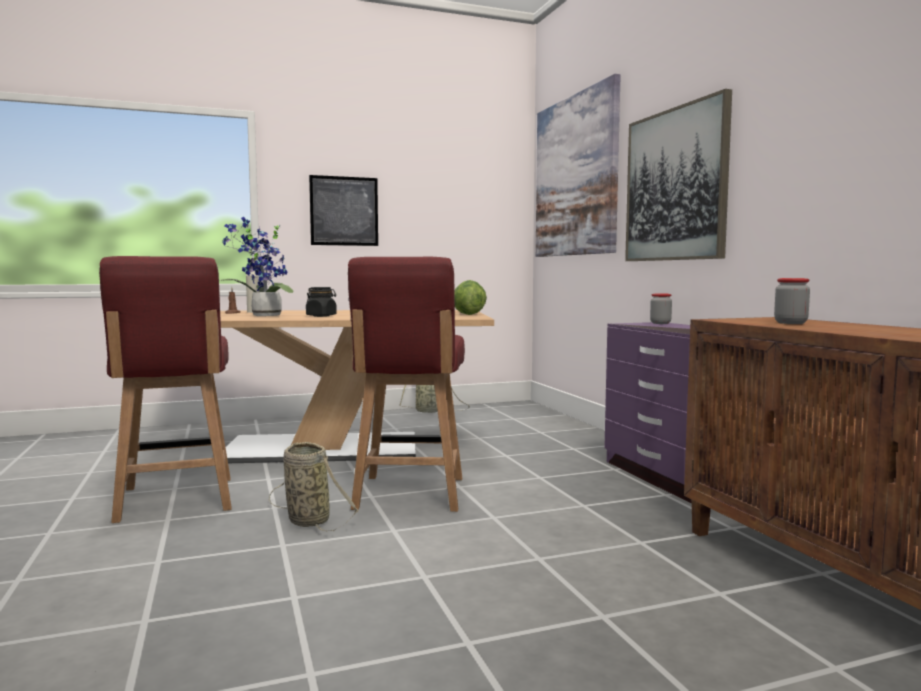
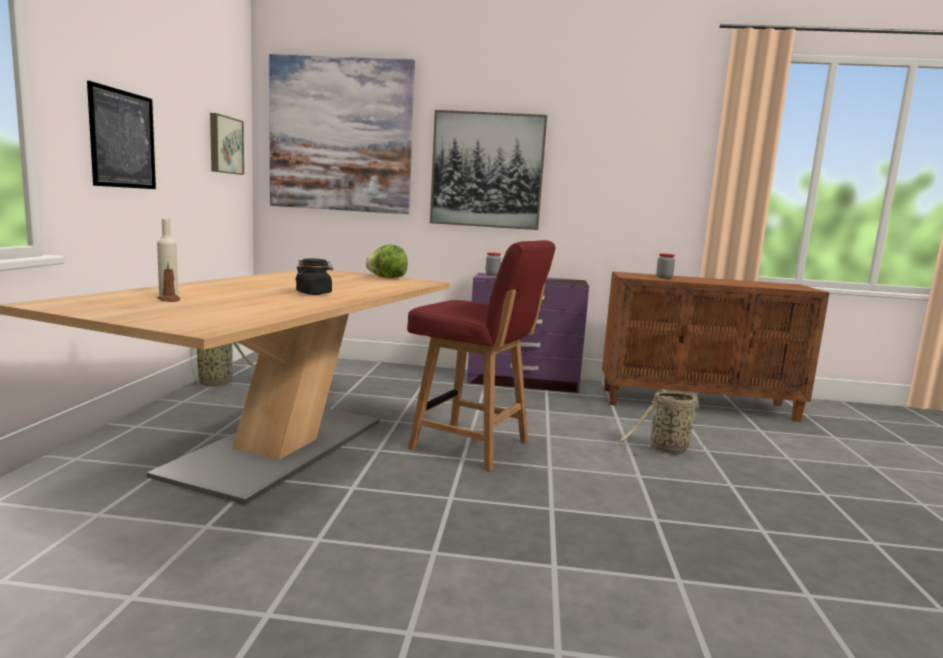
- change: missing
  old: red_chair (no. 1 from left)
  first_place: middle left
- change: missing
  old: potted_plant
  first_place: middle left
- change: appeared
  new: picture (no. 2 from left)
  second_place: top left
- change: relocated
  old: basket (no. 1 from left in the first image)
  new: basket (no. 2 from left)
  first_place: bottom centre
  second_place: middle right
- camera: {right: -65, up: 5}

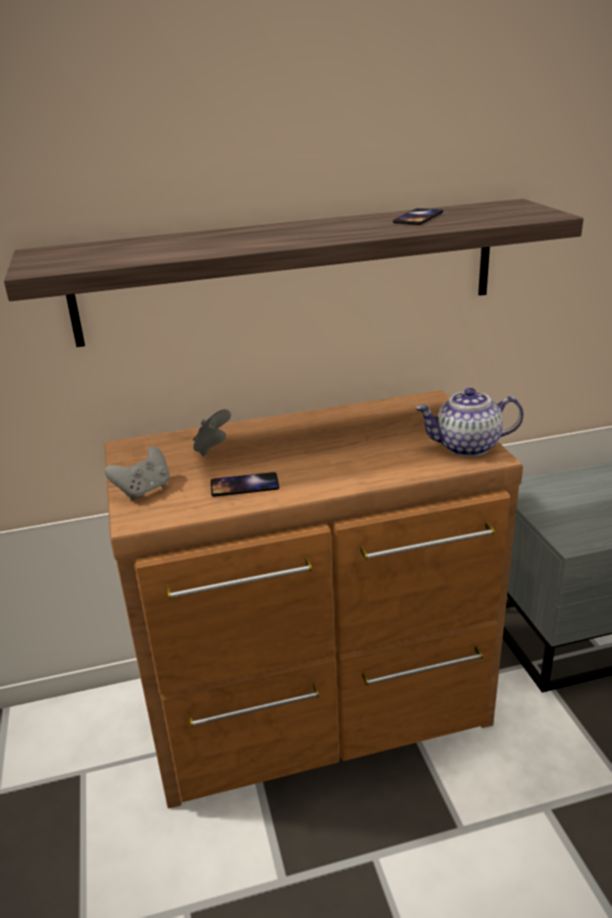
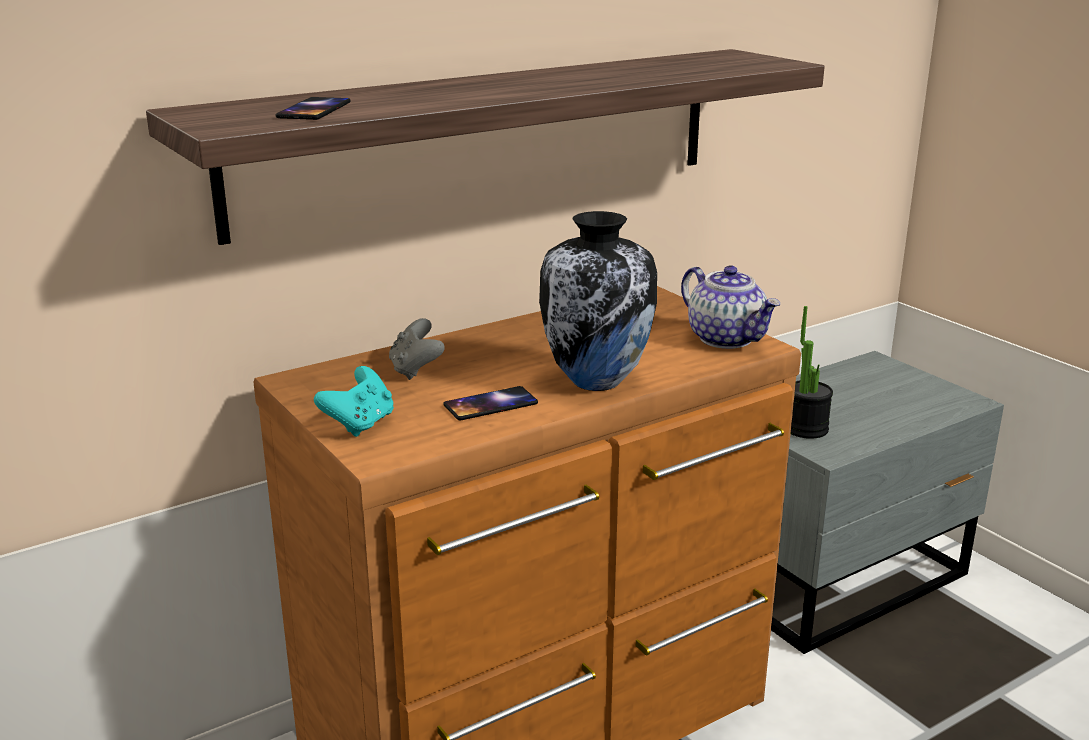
- change: appeared
  new: vase
  second_place: centre
- change: appeared
  new: potted_plant
  second_place: middle right
- change: relocated
  old: phone (no. 2 from left in the first image)
  new: phone (no. 1 from left)
  first_place: top right
  second_place: top left
- change: colour
  old: grey_game_controller (no. 1 from left)
  new: turquoise_game_controller
  first_place: middle left
  second_place: middle left
- change: spun
  old: teapot
  first_place: middle right
  second_place: middle right
  degrees: -105
- camera: {right: -20, up: -5}

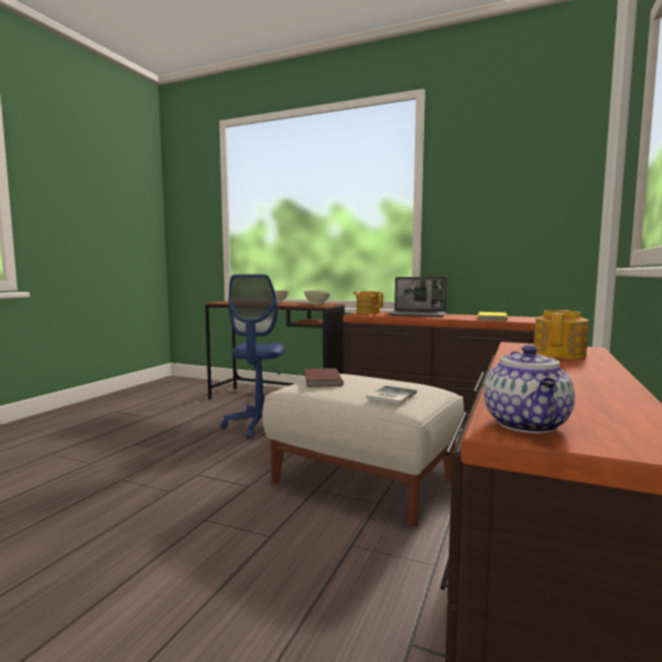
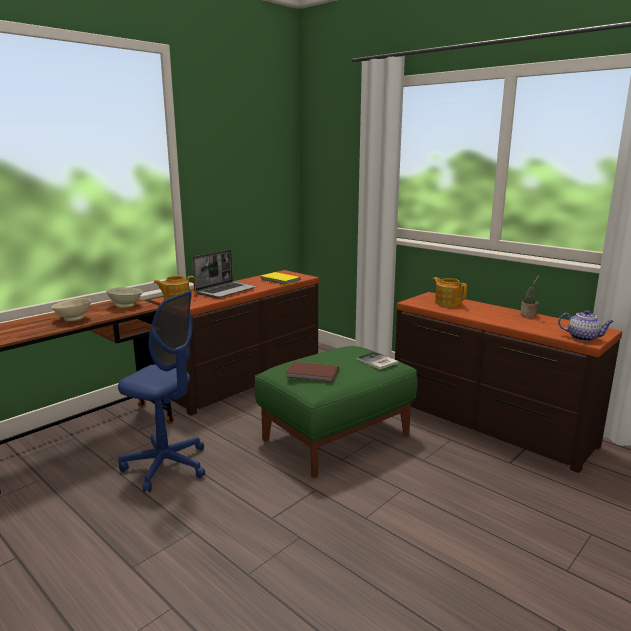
- change: appeared
  new: potted_plant
  second_place: middle right
- change: colour
  old: beige_ottoman
  new: green_ottoman
  first_place: bottom centre
  second_place: centre
- camera: {right: -70, up: 10}

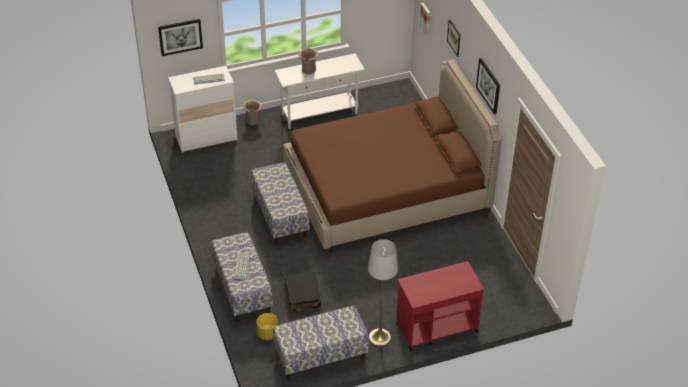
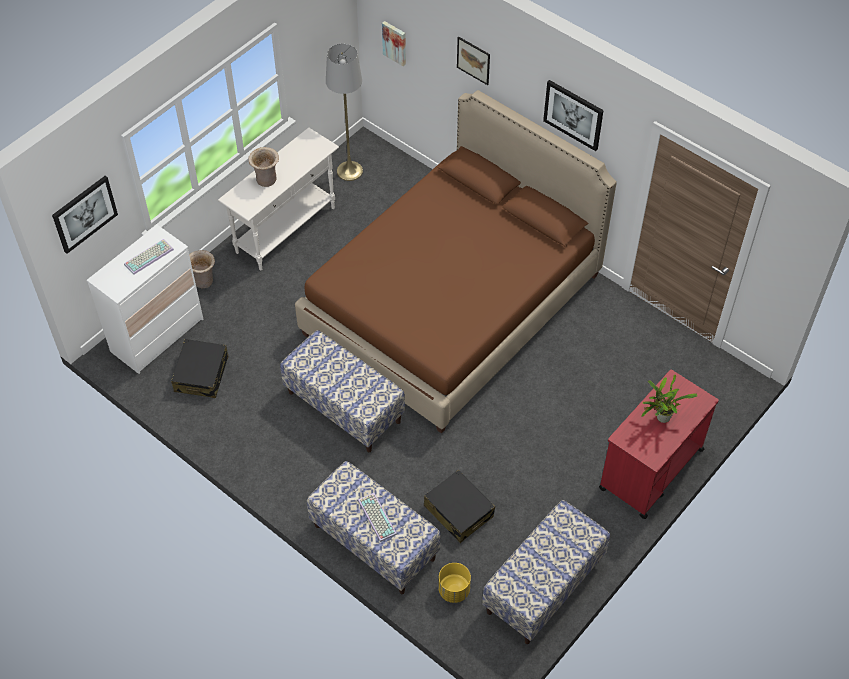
- change: appeared
  new: black_suitcase (no. 1 from left)
  second_place: middle left
- change: appeared
  new: potted_plant
  second_place: middle right
- change: relocated
  old: grey_floor_lamp
  first_place: bottom centre
  second_place: top centre
- camera: {right: -30, up: 10}

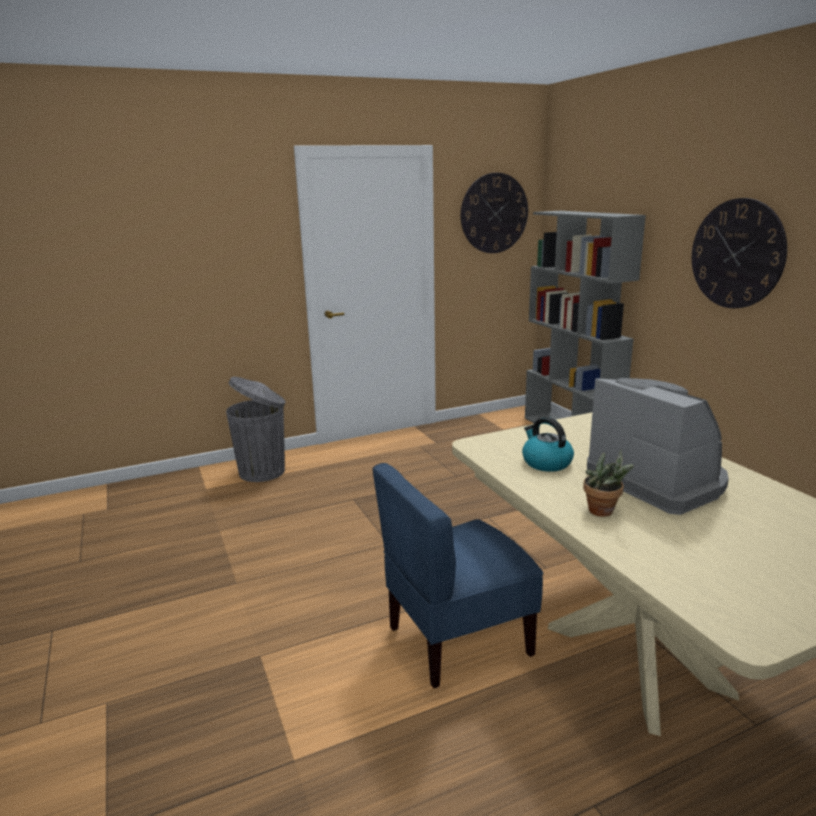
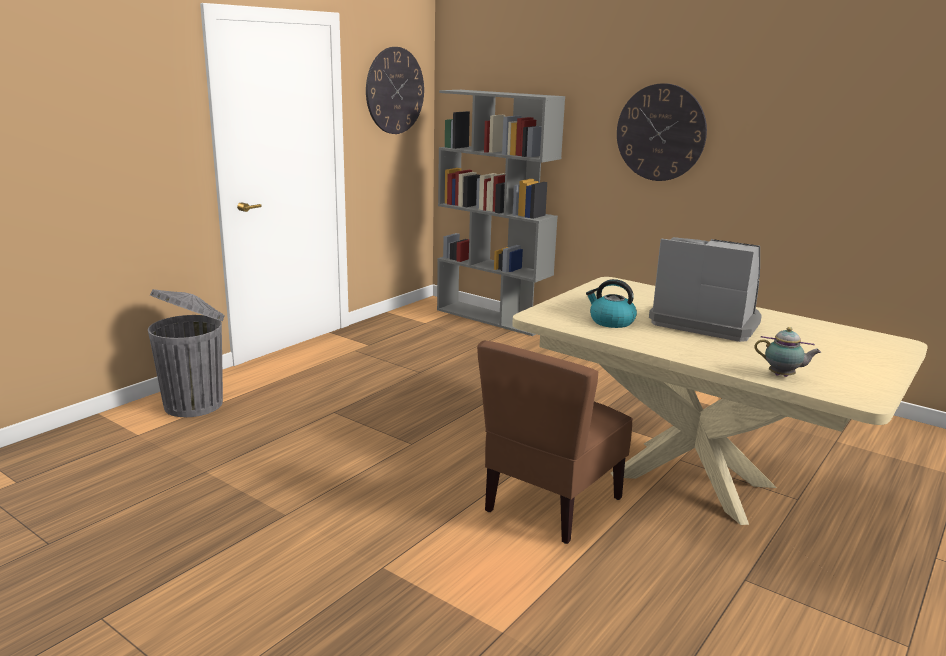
- change: missing
  old: potted_plant
  first_place: middle right
- change: appeared
  new: teapot
  second_place: middle right
- change: colour
  old: blue_chair
  new: brown_chair
  first_place: bottom centre
  second_place: bottom centre
- camera: {right: -30, up: 0}

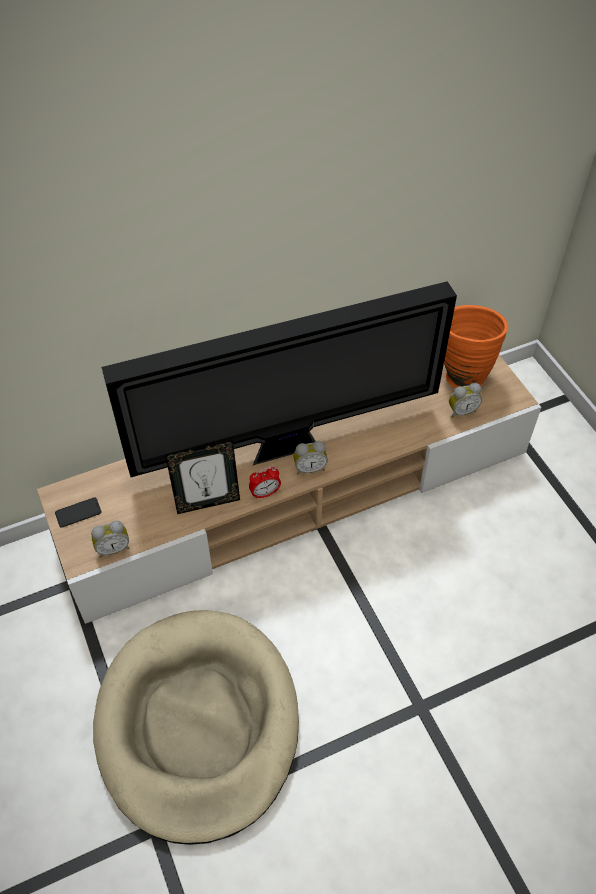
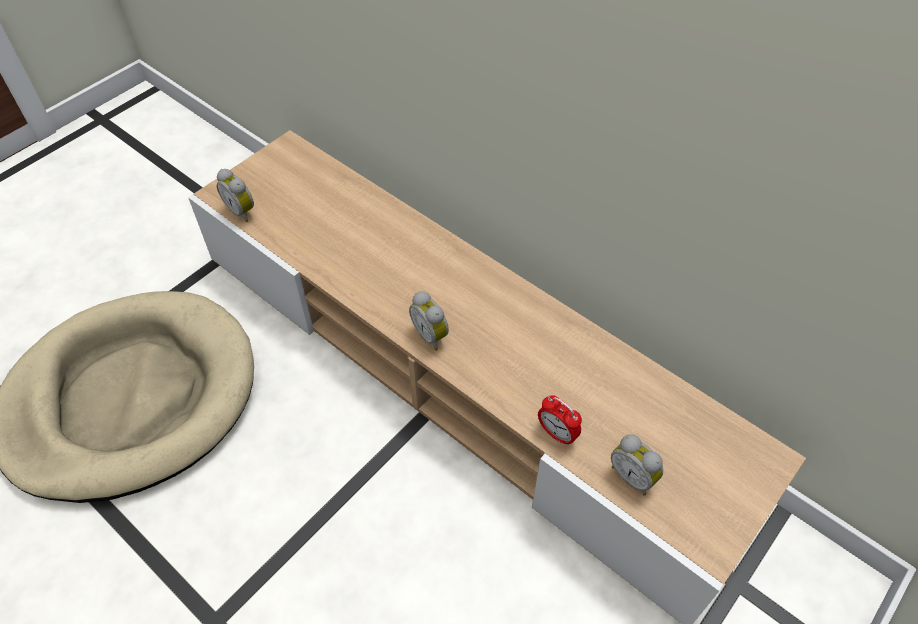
- change: missing
  old: phone
  first_place: middle left
- change: missing
  old: television
  first_place: centre
- change: missing
  old: picture_frame
  first_place: centre
- change: missing
  old: orange_vase
  first_place: middle right
- change: relocated
  old: alarm_clock (no. 2 from left in the first image)
  new: alarm_clock (no. 3 from left)
  first_place: centre
  second_place: bottom centre
- camera: {right: 65, up: 0}

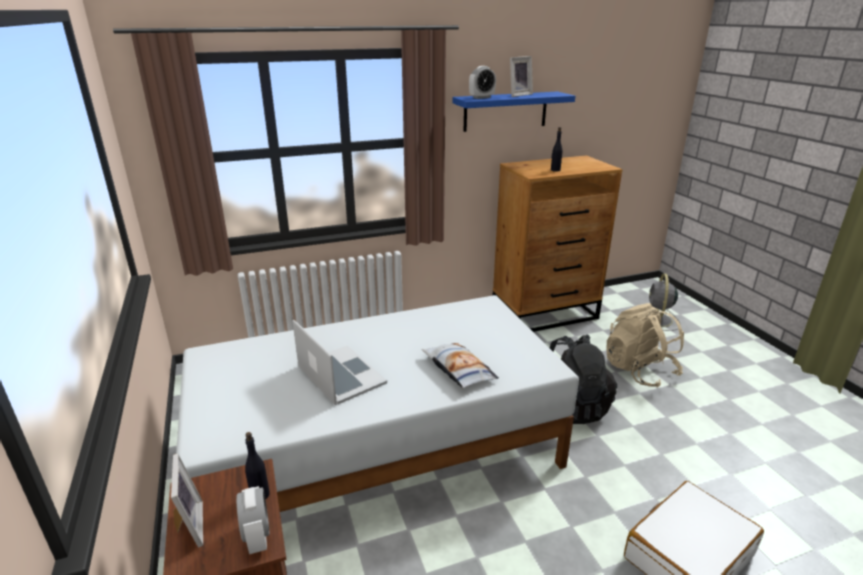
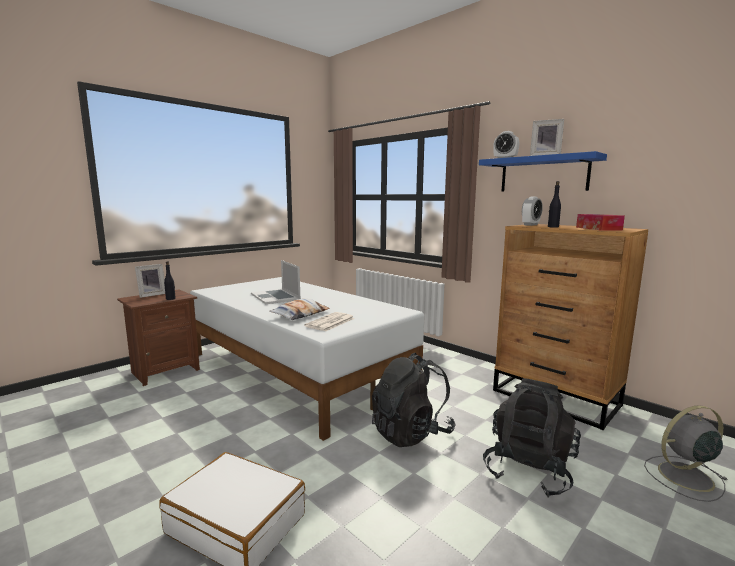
- change: appeared
  new: newspaper
  second_place: centre
- change: appeared
  new: tissue_box
  second_place: middle right
- change: relocated
  old: alarm_clock (no. 1 from left in the first image)
  new: alarm_clock (no. 2 from left)
  first_place: bottom left
  second_place: middle right
- change: colour
  old: beige_backpack
  new: black_backpack (no. 2 from left)
  first_place: middle right
  second_place: bottom right
- change: spun
  old: laptop
  first_place: centre
  second_place: centre
  degrees: 120
- camera: {right: 65, up: -15}

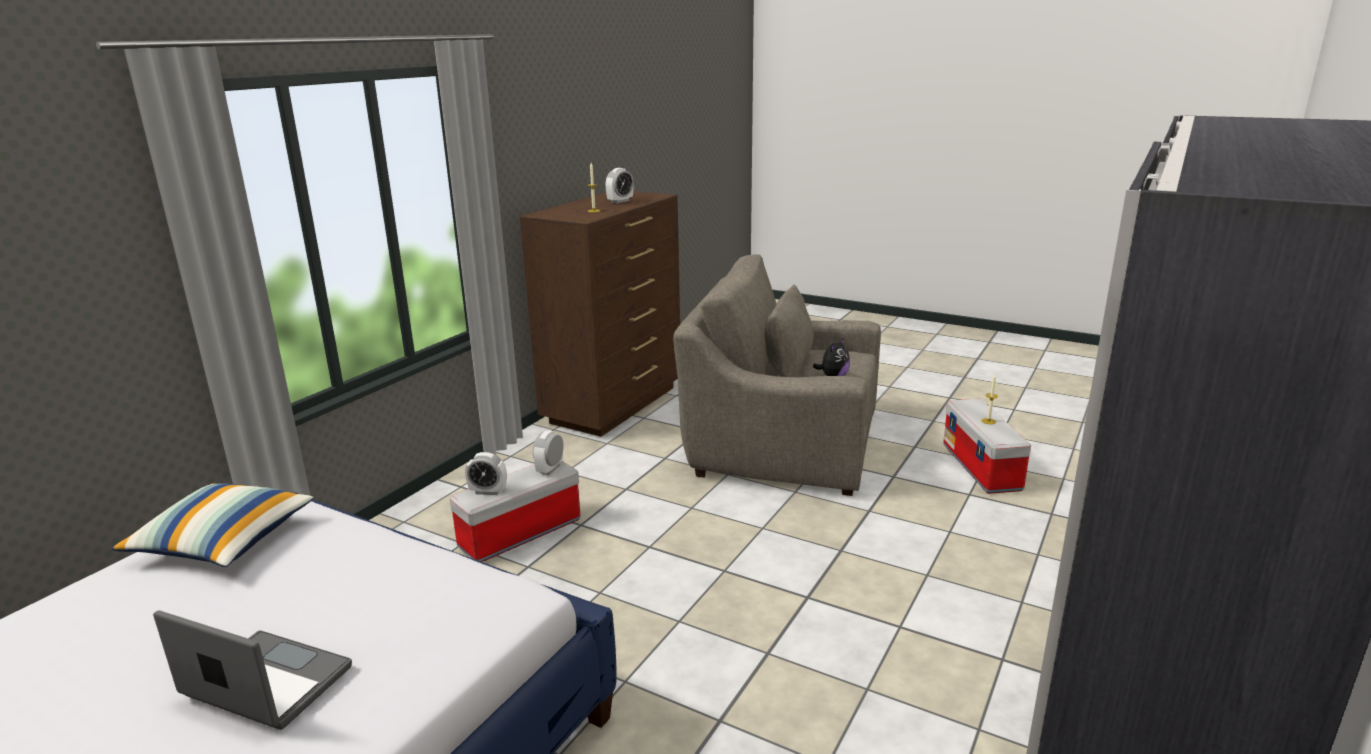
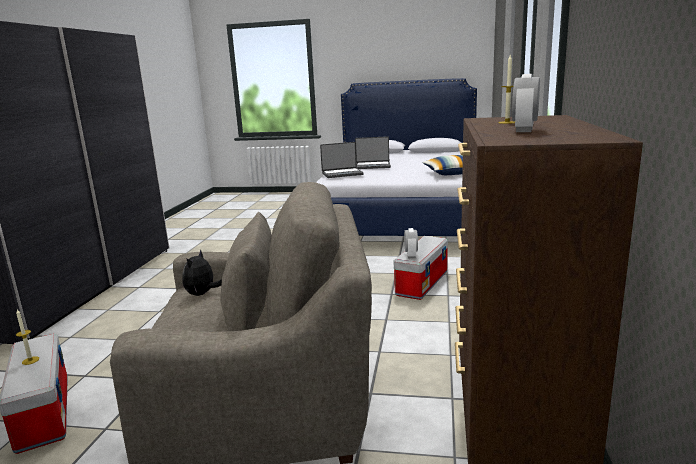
- change: missing
  old: alarm_clock (no. 1 from left)
  first_place: centre
- change: appeared
  new: laptop (no. 1 from left)
  second_place: centre
- camera: {right: 160, up: -5}

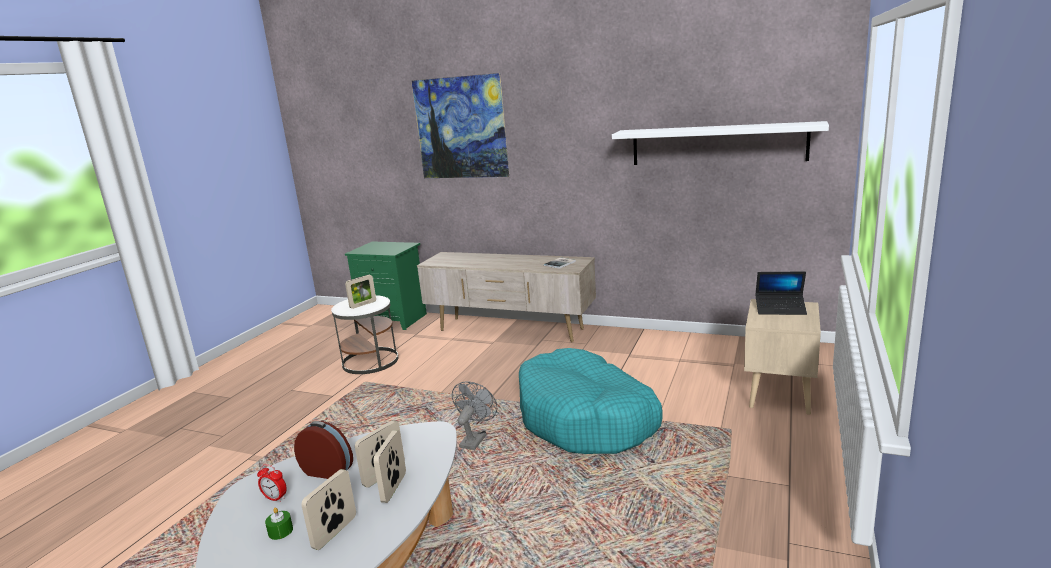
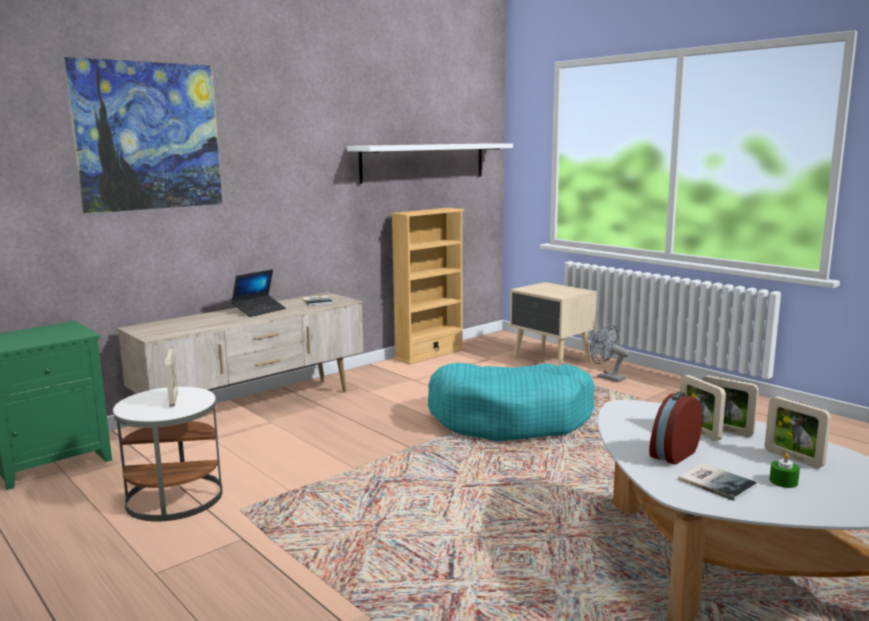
- change: appeared
  new: beige_bookcase
  second_place: centre
- change: relocated
  old: grey_fan
  first_place: bottom centre
  second_place: middle right
- change: relocated
  old: laptop
  first_place: middle right
  second_place: middle left
- change: exchanged
  old: alarm_clock (no. 1 from left)
  new: book (no. 2 from left)
  first_place: bottom left
  second_place: bottom right
- camera: {right: -65, up: -5}

